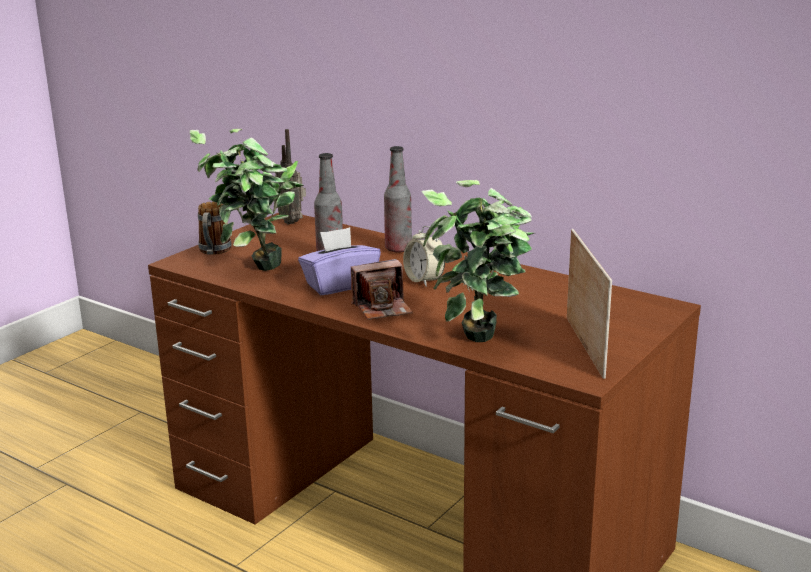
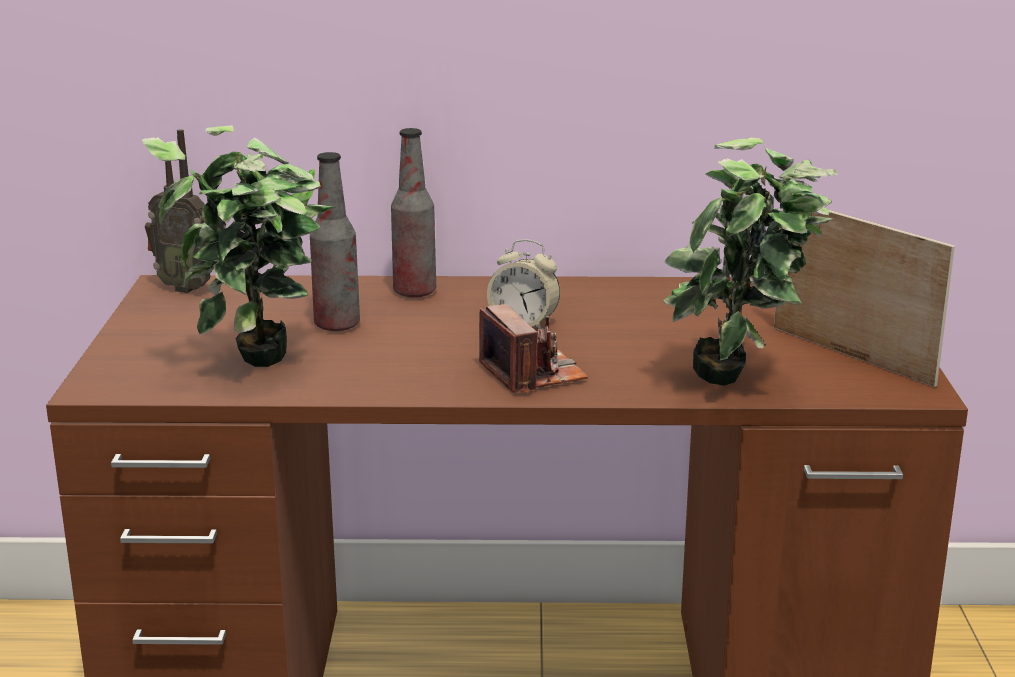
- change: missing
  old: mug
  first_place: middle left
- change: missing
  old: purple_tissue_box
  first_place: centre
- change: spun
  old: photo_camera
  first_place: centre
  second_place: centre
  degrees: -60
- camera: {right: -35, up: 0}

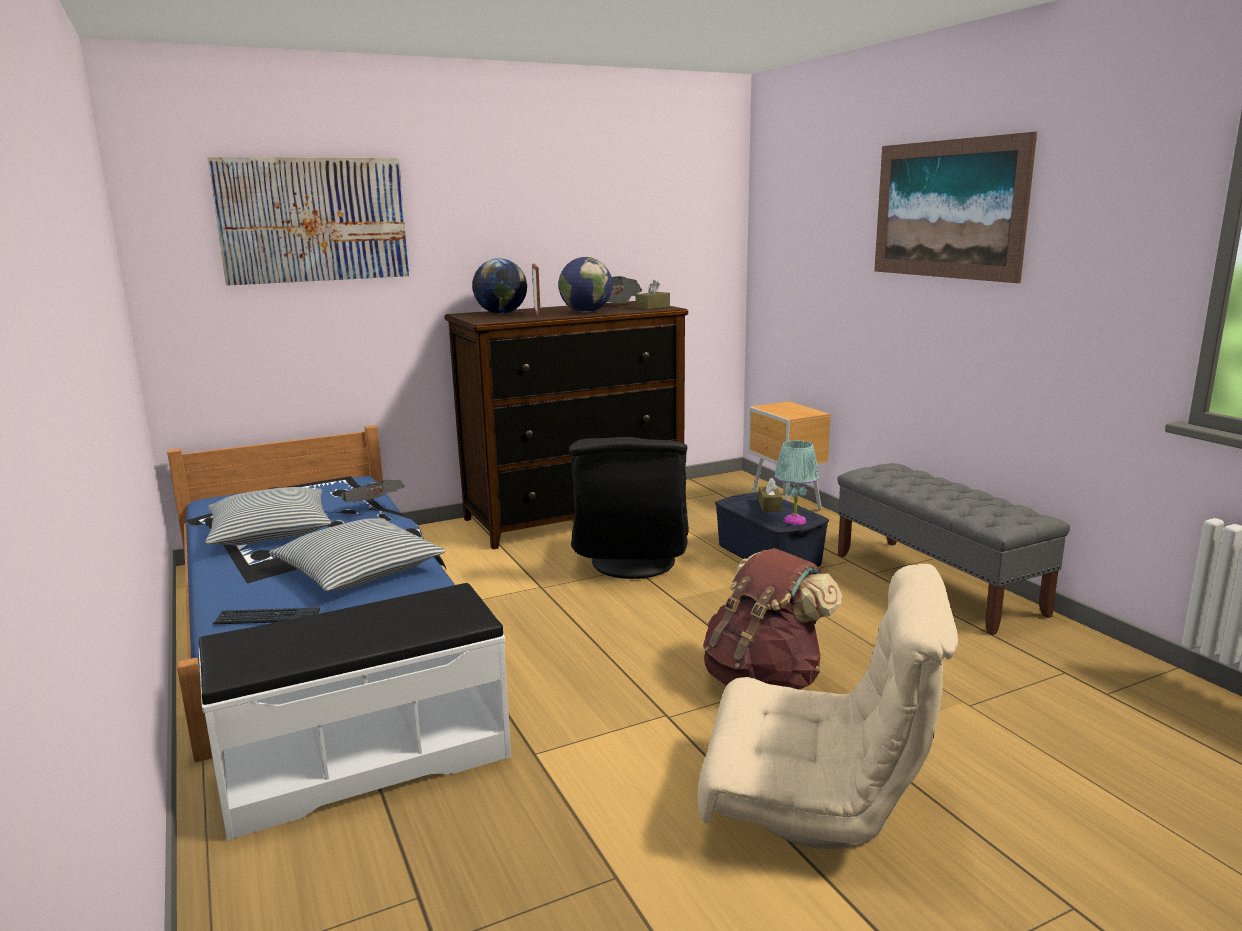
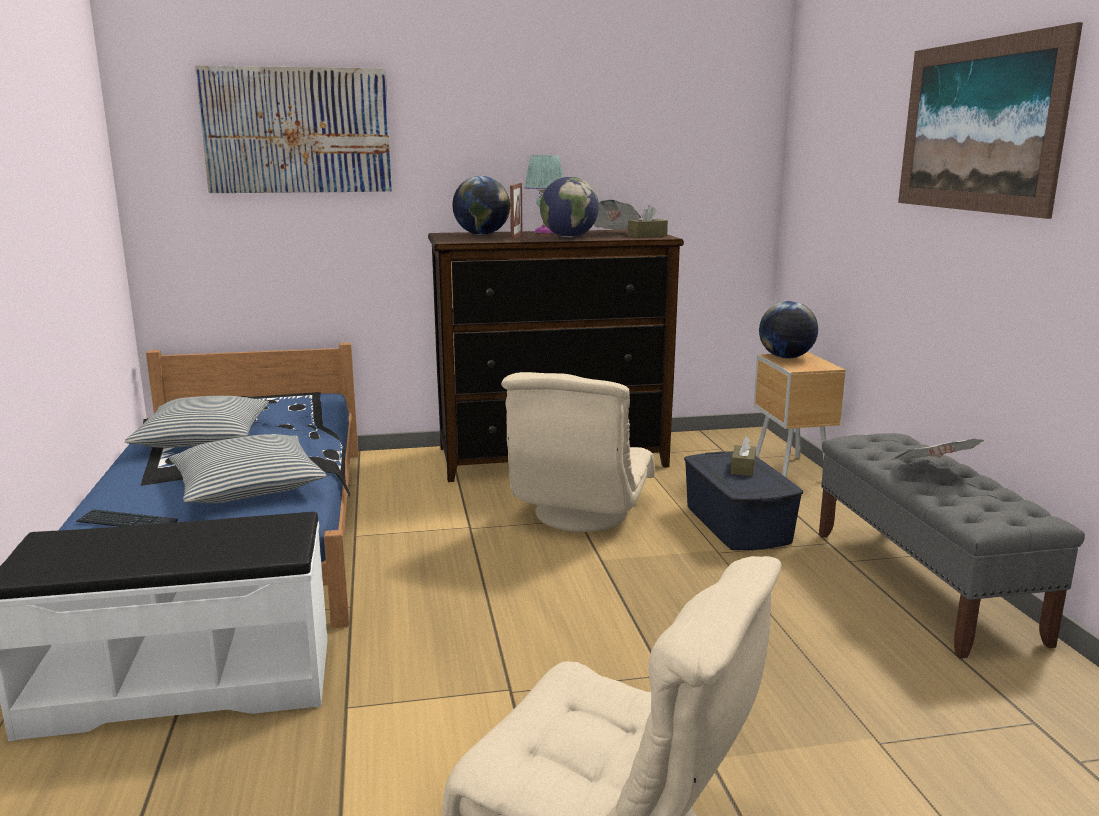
- change: missing
  old: brown_backpack
  first_place: centre
- change: appeared
  new: globe (no. 3 from left)
  second_place: middle right
- change: relocated
  old: newspaper (no. 1 from left in the first image)
  new: newspaper (no. 2 from left)
  first_place: middle left
  second_place: middle right
- change: relocated
  old: turquoise_table_lamp
  first_place: centre
  second_place: top centre
- change: colour
  old: black_armchair
  new: beige_armchair (no. 1 from left)
  first_place: centre
  second_place: centre
- camera: {right: 15, up: 0}

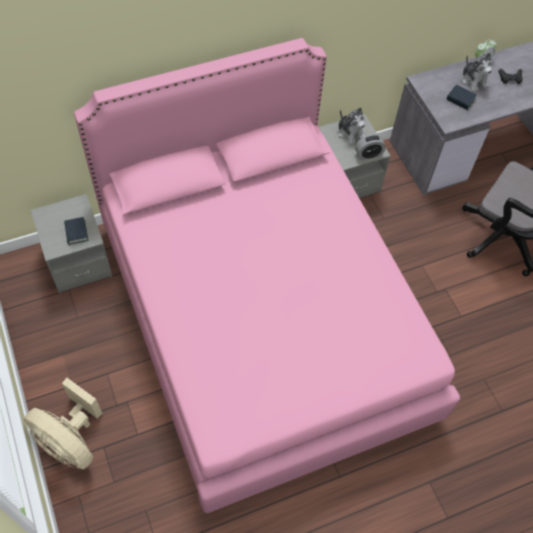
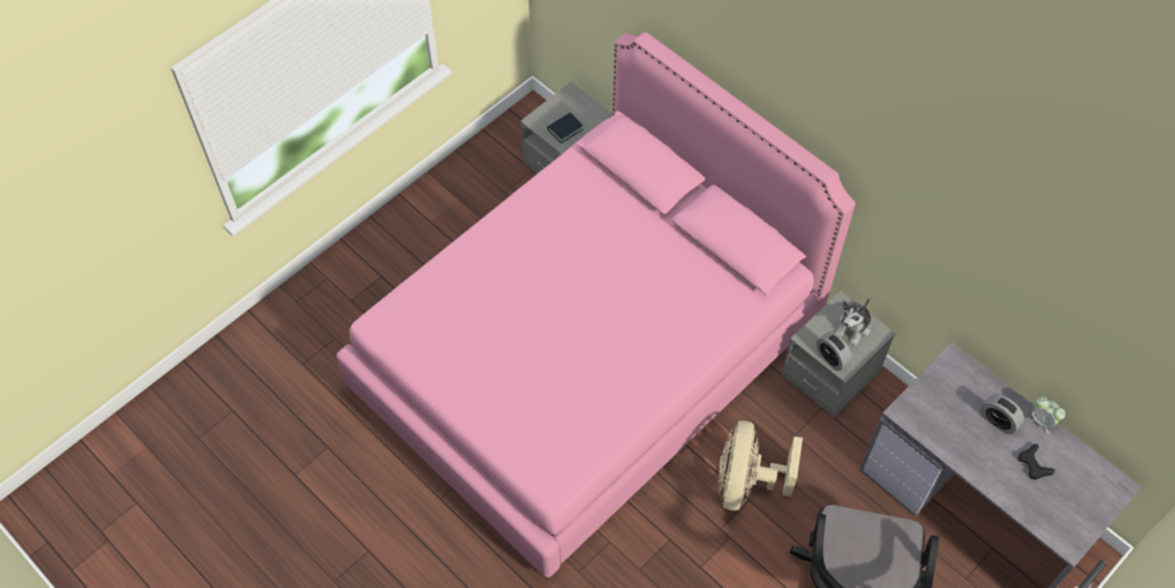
- change: missing
  old: book (no. 2 from left)
  first_place: top right
- change: relocated
  old: beige_fan
  first_place: bottom left
  second_place: bottom centre
- change: exchanged
  old: plush_toy (no. 2 from left)
  new: alarm_clock (no. 2 from left)
  first_place: top right
  second_place: bottom right
- camera: {right: 70, up: 0}

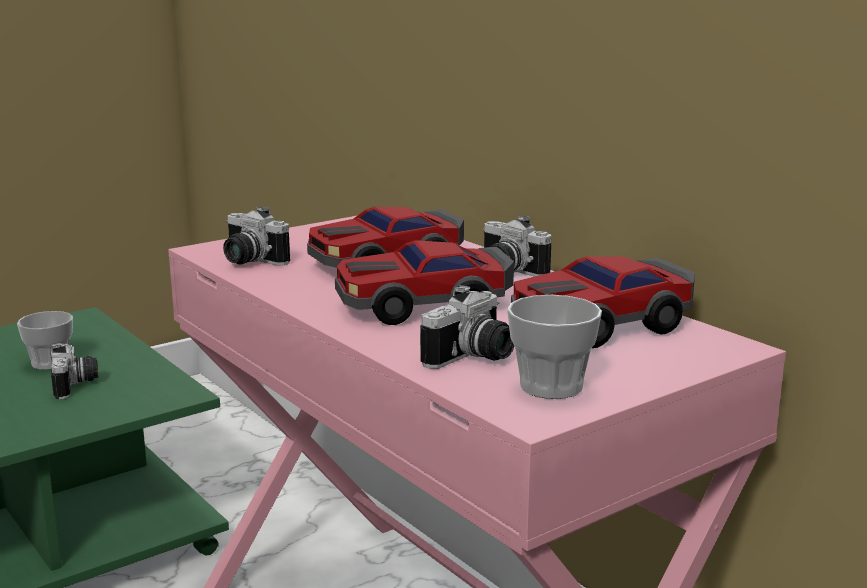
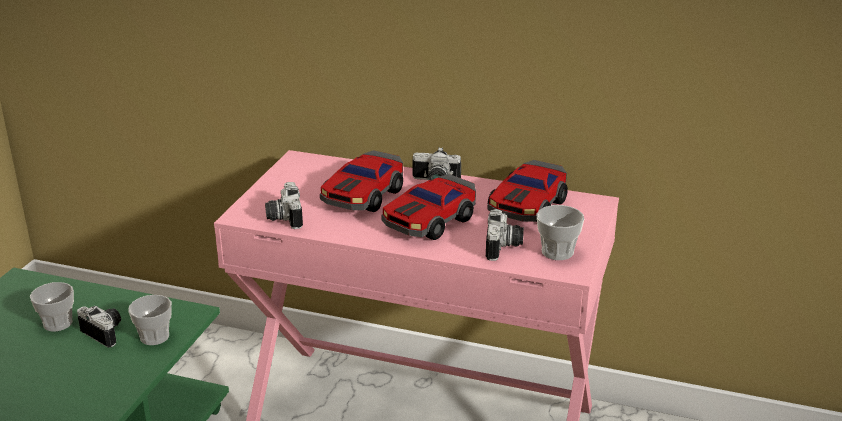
- change: appeared
  new: cup (no. 2 from left)
  second_place: bottom left
- change: spun
  old: photo_camera (no. 2 from left)
  first_place: middle left
  second_place: centre
  degrees: 75
- camera: {right: -35, up: 10}

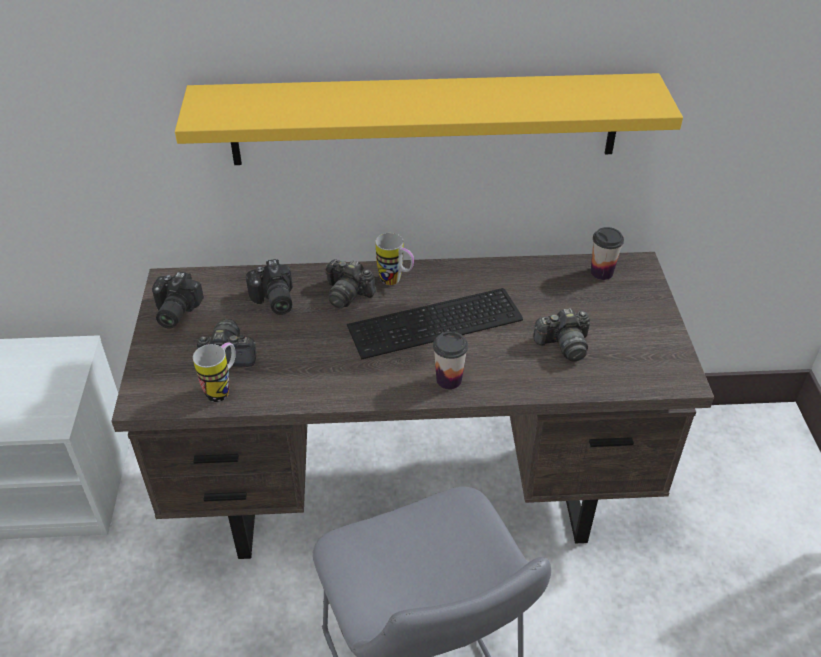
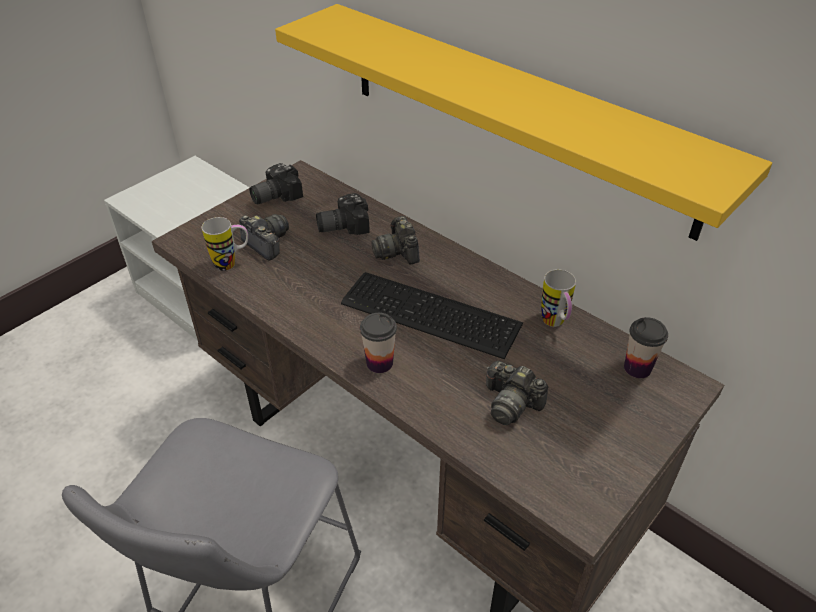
- change: relocated
  old: mug (no. 2 from left)
  first_place: centre
  second_place: middle right
- change: spun
  old: photo_camera (no. 3 from left)
  first_place: middle left
  second_place: centre
  degrees: 45
- camera: {right: 45, up: 0}

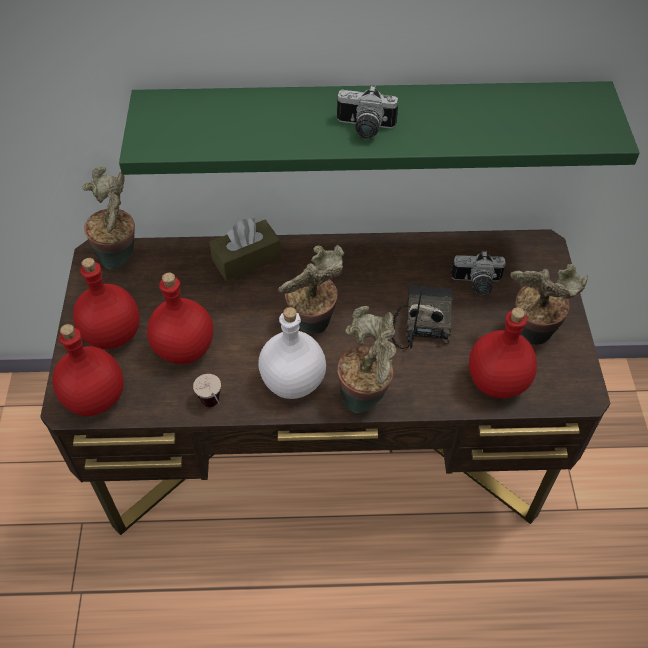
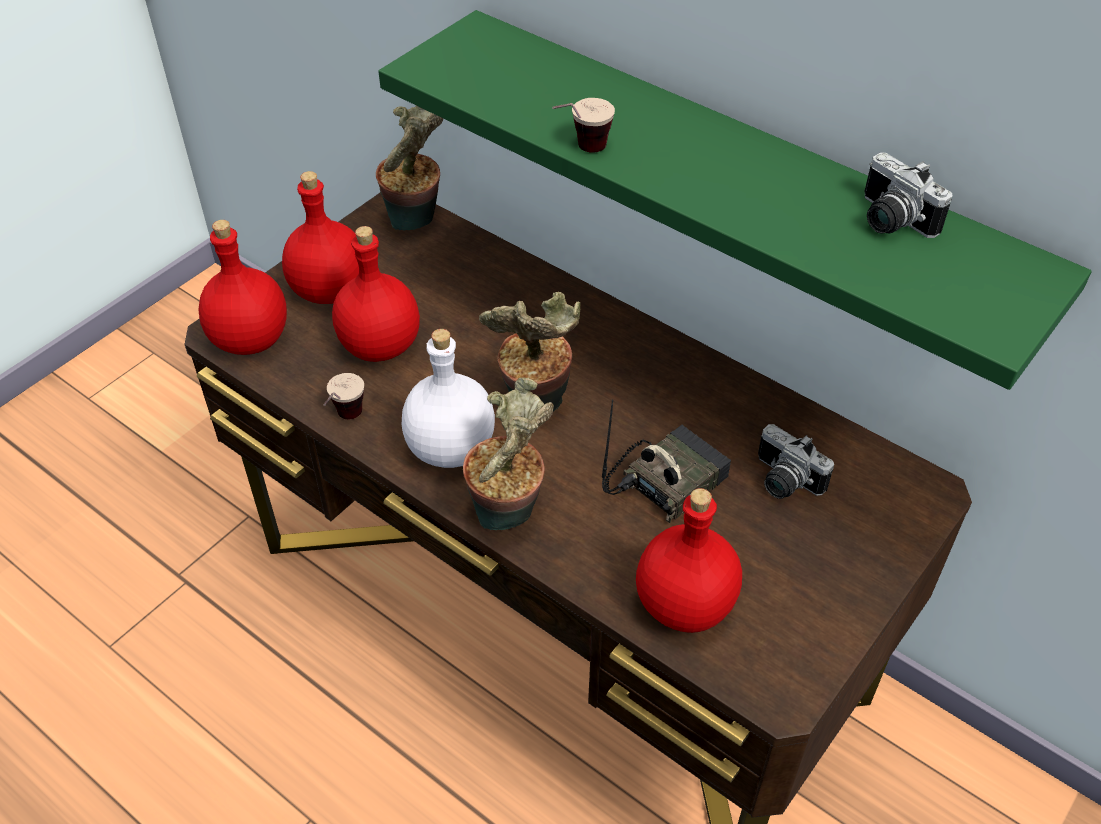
- change: missing
  old: brown_tissue_box
  first_place: centre
- change: missing
  old: potted_plant (no. 4 from left)
  first_place: middle right
- change: appeared
  new: cup (no. 2 from left)
  second_place: top centre
- change: relocated
  old: photo_camera (no. 1 from left in the first image)
  new: photo_camera (no. 2 from left)
  first_place: top centre
  second_place: top right
- camera: {right: 40, up: -5}

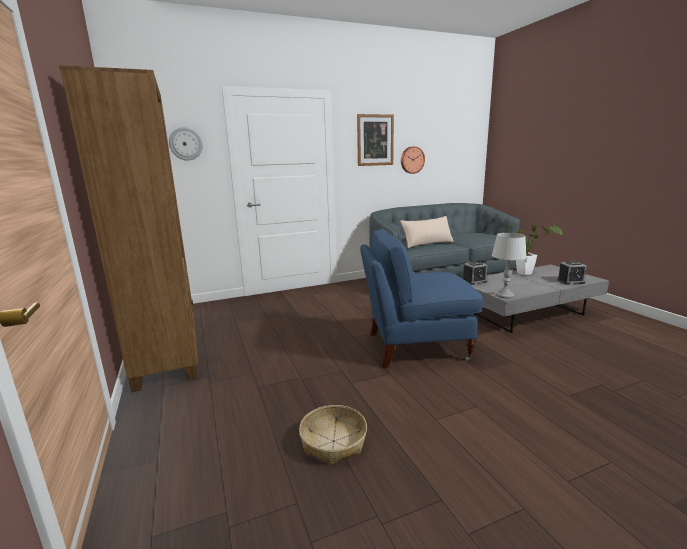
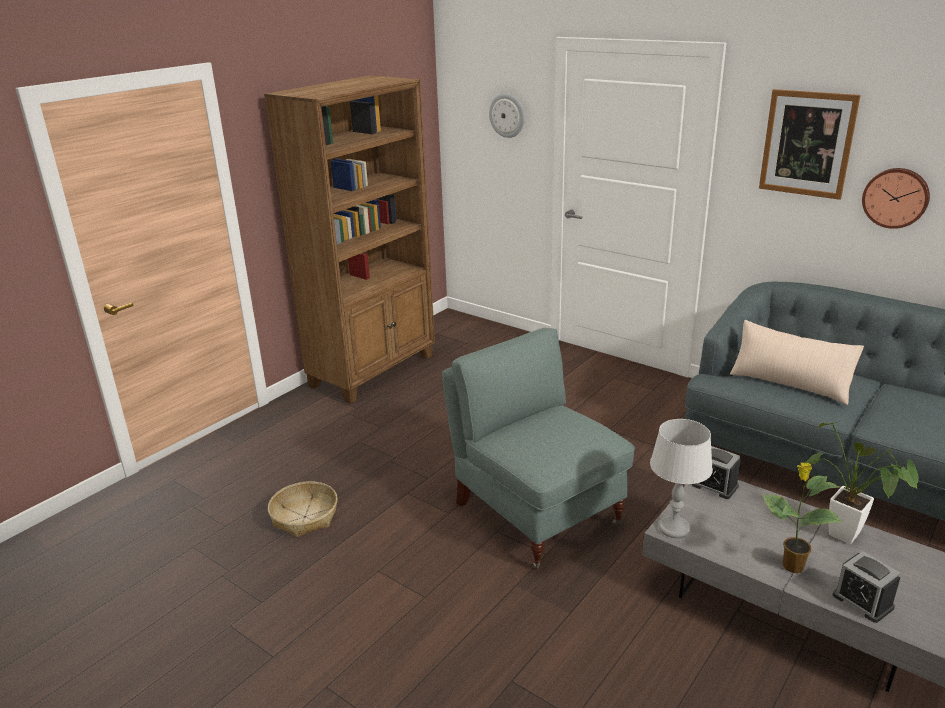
- change: appeared
  new: potted_plant (no. 1 from left)
  second_place: bottom right
- change: colour
  old: blue_armchair
  new: grey_armchair
  first_place: centre
  second_place: centre
- camera: {right: 60, up: 10}

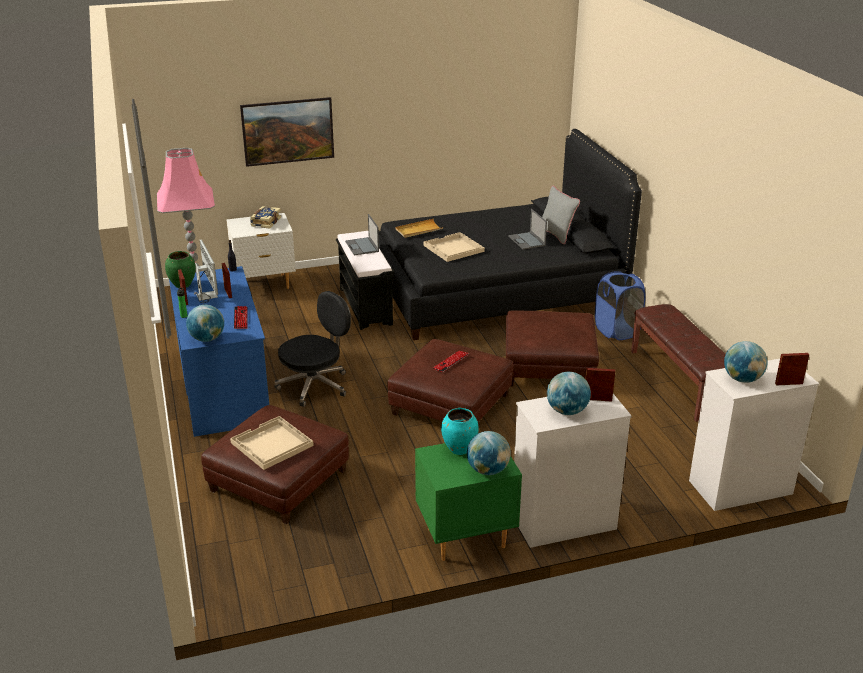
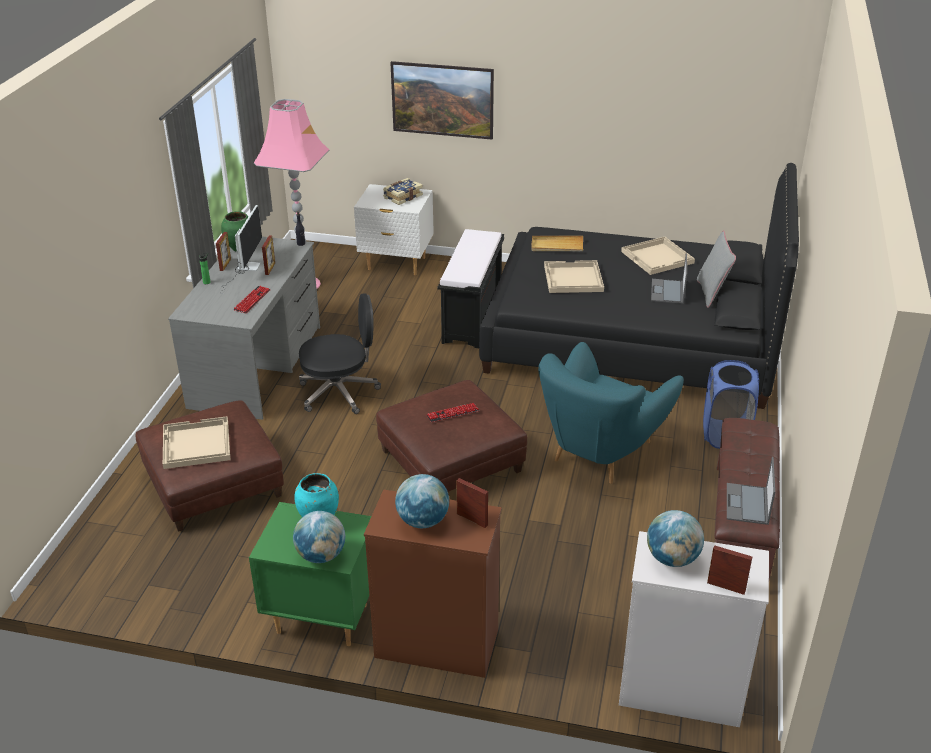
- change: missing
  old: globe (no. 1 from left)
  first_place: middle left
- change: appeared
  new: beige_tray (no. 4 from left)
  second_place: middle right
- change: relocated
  old: laptop (no. 1 from left in the first image)
  new: laptop (no. 2 from left)
  first_place: centre
  second_place: middle right
- change: exchanged
  old: brown_ottoman (no. 3 from left)
  new: turquoise_armchair
  first_place: centre
  second_place: centre
- change: colour
  old: blue_desk
  new: grey_desk
  first_place: middle left
  second_place: middle left
- change: colour
  old: white_dresser (no. 1 from left)
  new: brown_dresser
  first_place: bottom centre
  second_place: bottom centre
- camera: {right: 30, up: 5}

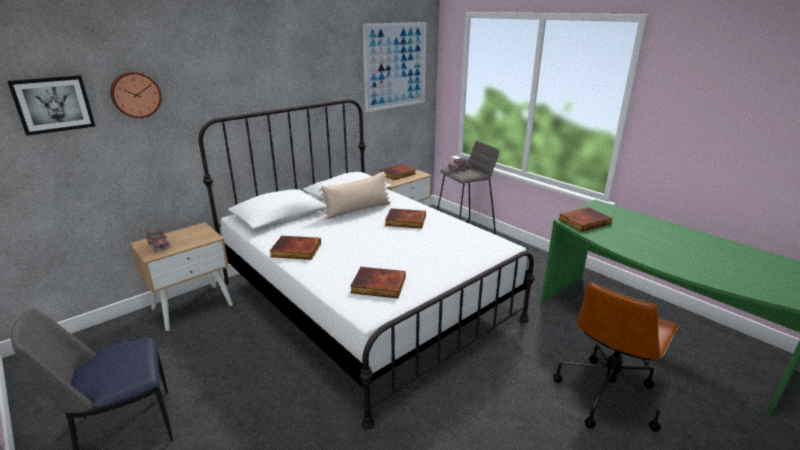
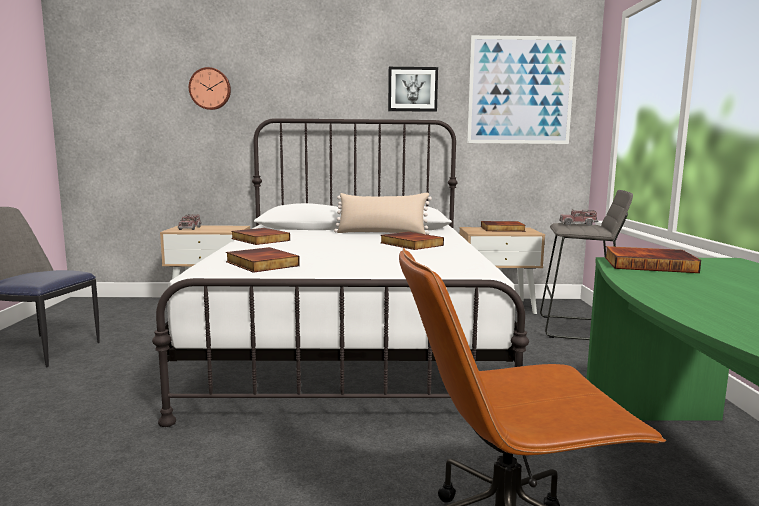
- change: relocated
  old: picture (no. 1 from left)
  first_place: top left
  second_place: top centre
- camera: {right: 40, up: -15}

